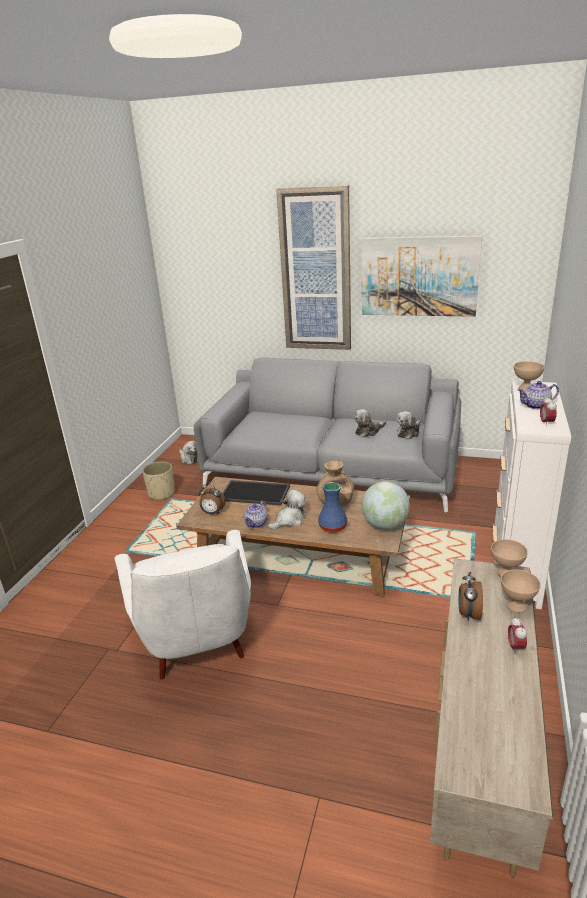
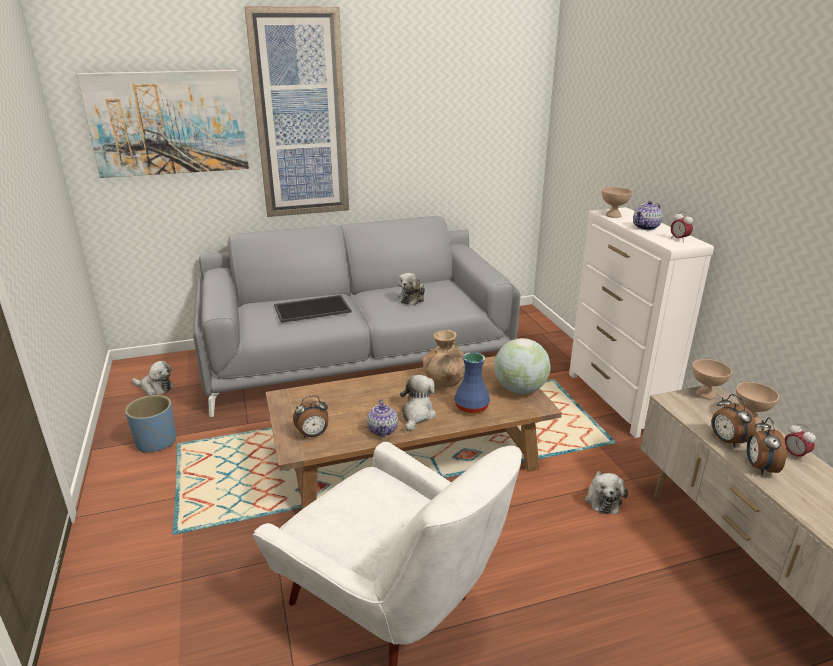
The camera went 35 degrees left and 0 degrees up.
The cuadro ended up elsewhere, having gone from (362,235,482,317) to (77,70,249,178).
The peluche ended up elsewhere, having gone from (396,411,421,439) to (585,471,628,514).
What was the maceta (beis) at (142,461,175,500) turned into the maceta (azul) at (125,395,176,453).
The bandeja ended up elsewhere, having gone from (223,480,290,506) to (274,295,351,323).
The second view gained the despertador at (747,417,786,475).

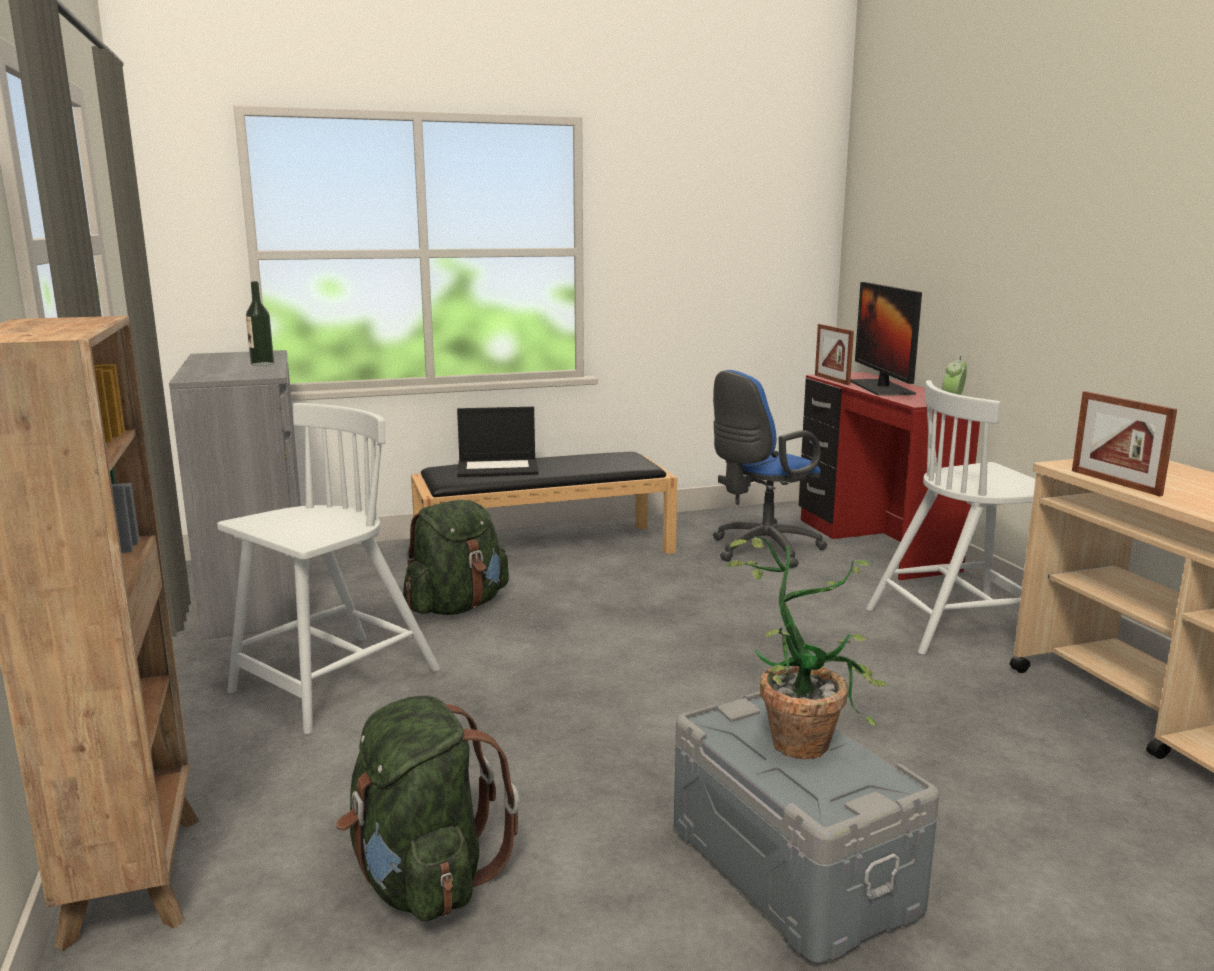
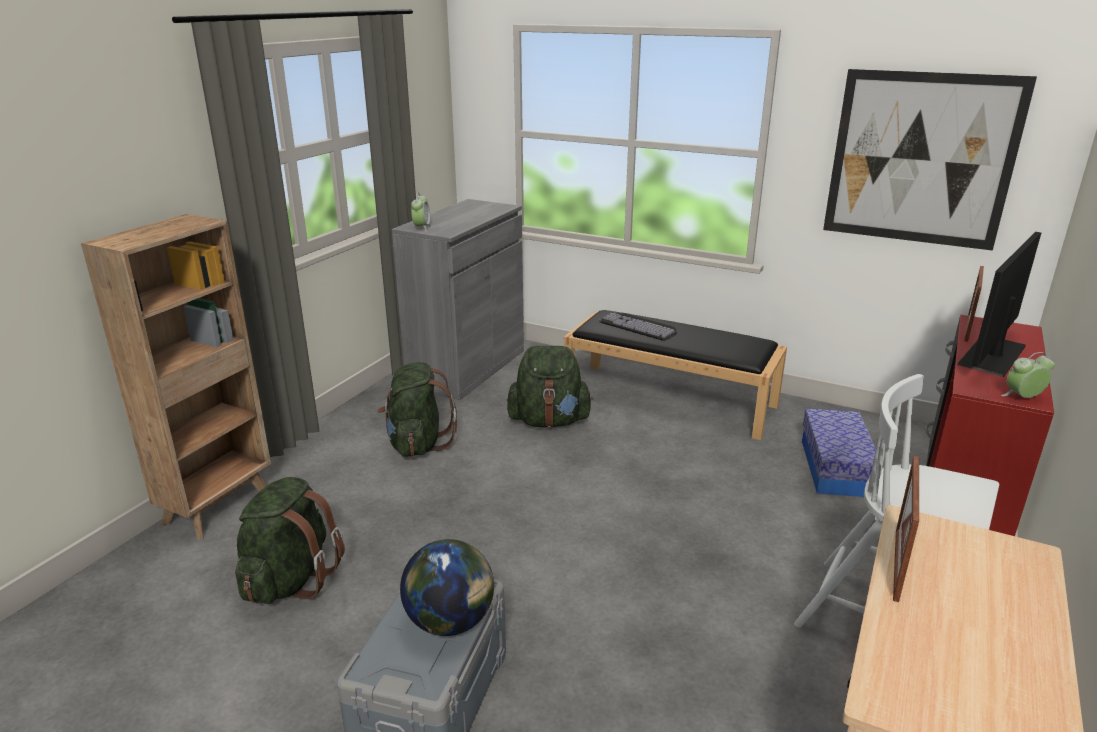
The camera went 45 degrees right and 10 degrees up.
The second view lost the botella at (246,281,274,366).
Where the silla de oficina (azul) stood at (713,370,827,568), the caja de almacenaje came to stand at (802,408,883,497).
Where the silla (blanco) stood at (217,403,440,735), the mochila (verde) came to stand at (377,362,457,457).
Where the portátil stood at (457,407,539,477), the teclado came to stand at (598,313,677,341).
Where the planta en maceta stood at (726,536,888,760), the globo terráqueo came to stand at (400,539,494,636).
The second view gained the cuadro at (823,69,1037,251).
The second view gained the despertador at (411,193,432,232).

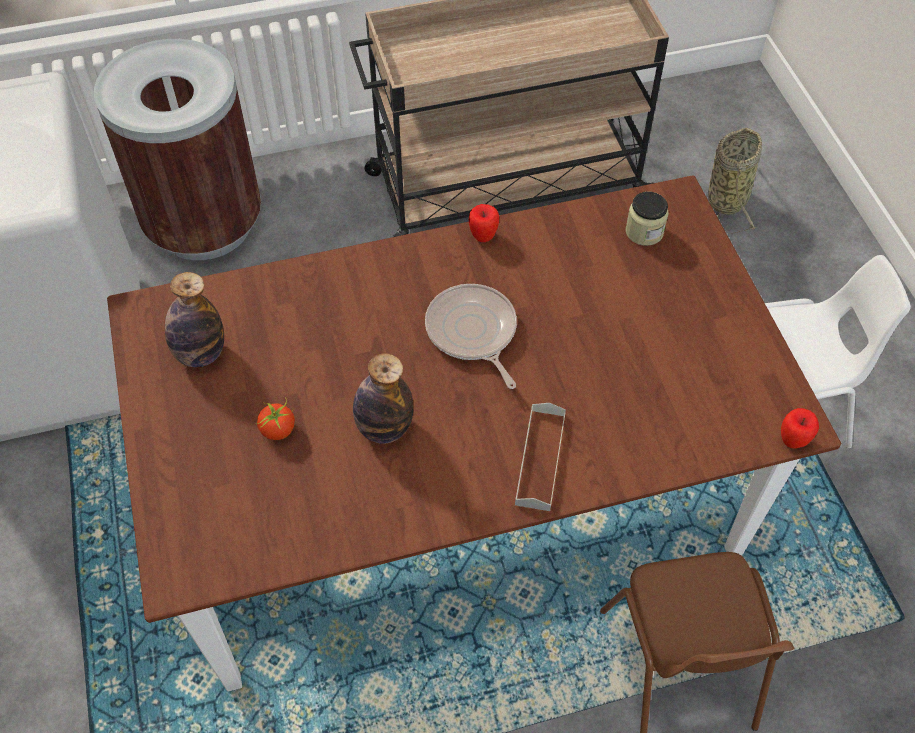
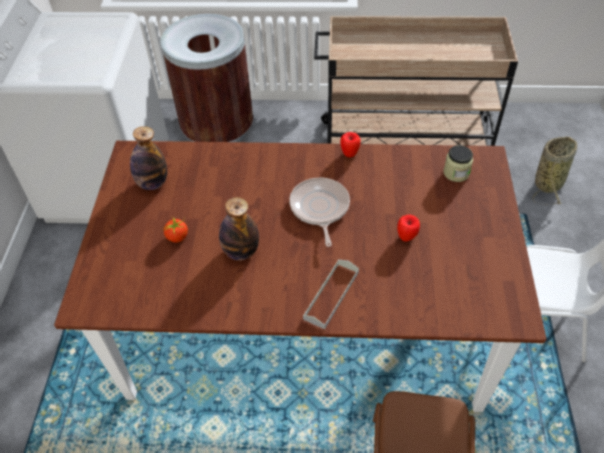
The camera went 20 degrees right and 5 degrees down.
The manzana ended up elsewhere, having gone from (781,408,819,449) to (397,215,420,242).

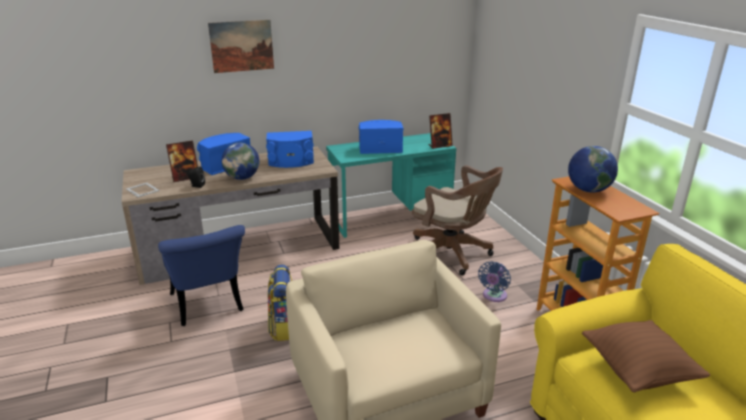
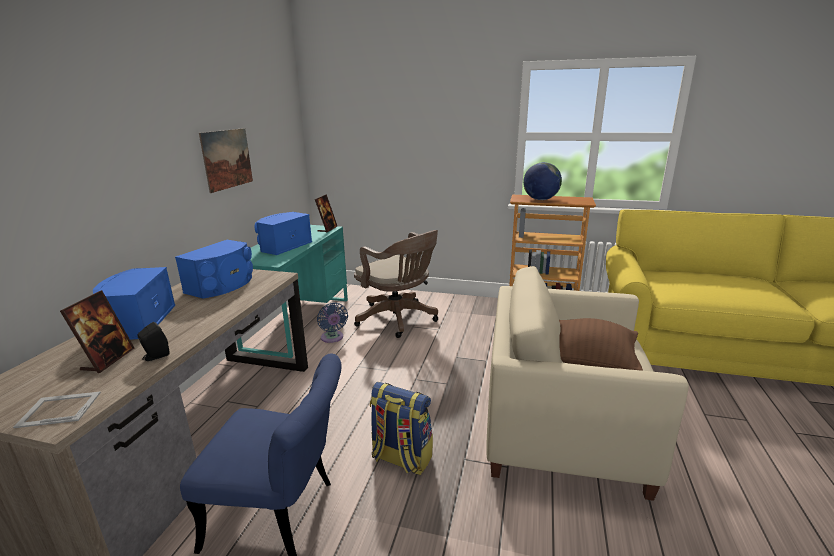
The camera went 55 degrees left and 5 degrees down.
The cuadro ended up elsewhere, having gone from (208,20,274,73) to (199,128,253,193).
The second view lost the globo terráqueo at (222,143,260,180).
The silla de oficina (marrón) at (412,165,503,275) ended up facing another way, 60 degrees clockwise from before.
The ventilador (azul) ended up elsewhere, having gone from (478,261,511,302) to (317,303,348,343).
The cojín (marrón) ended up elsewhere, having gone from (582,320,710,392) to (559,318,643,371).

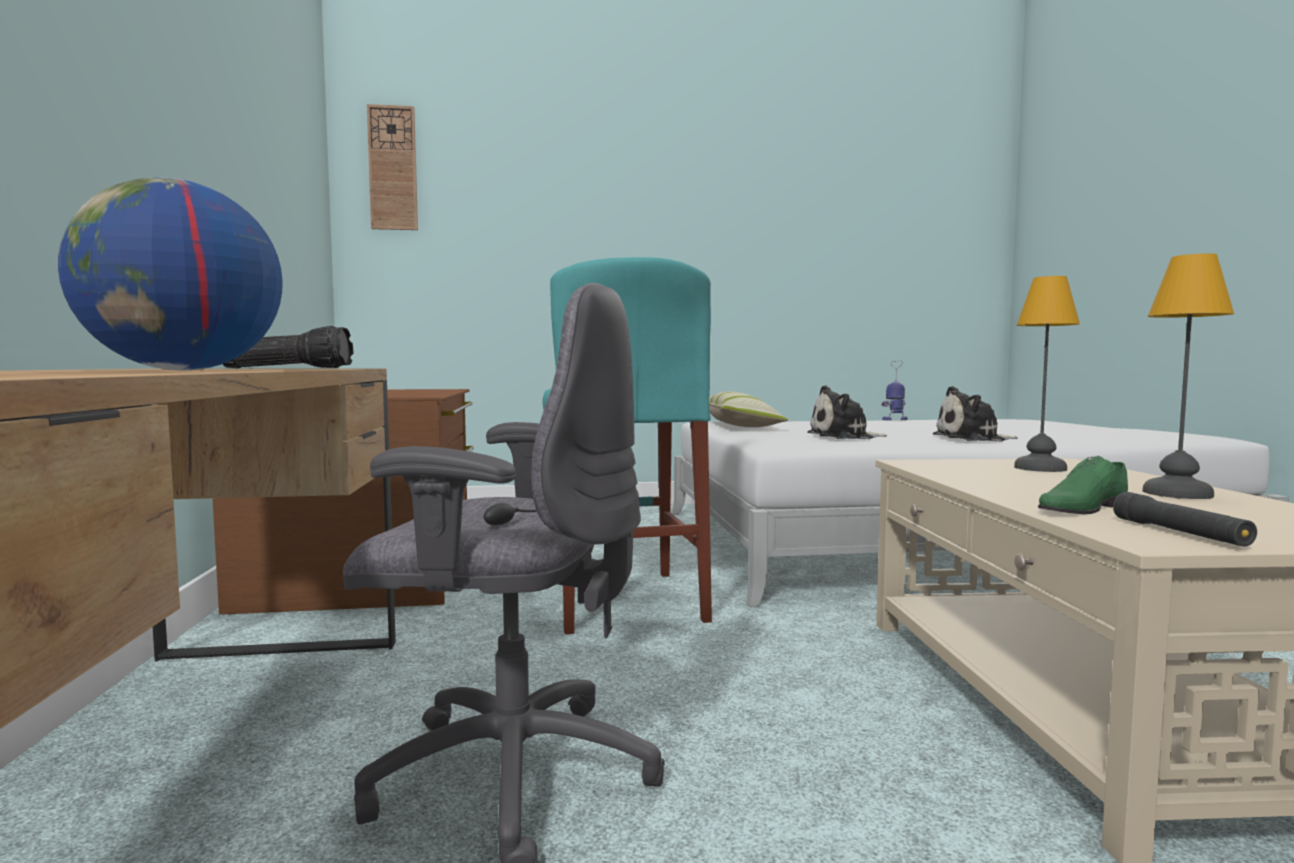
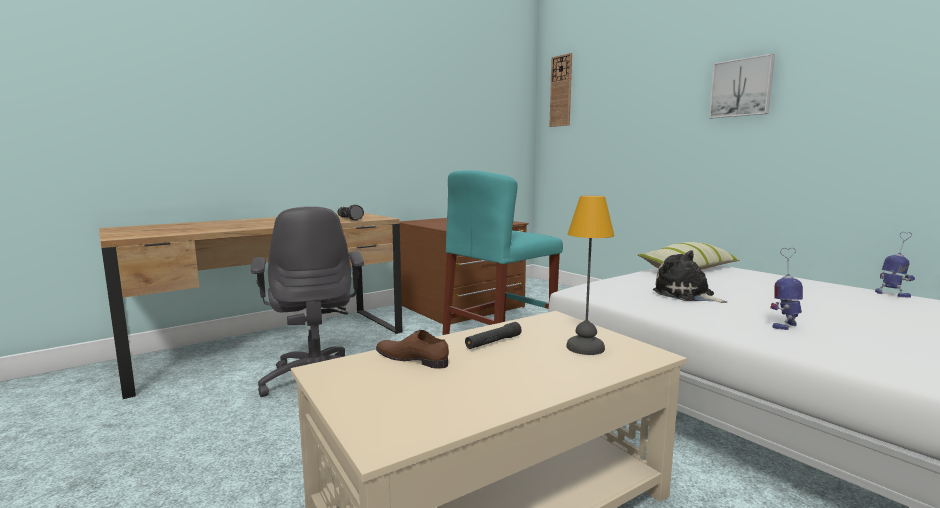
The camera went 60 degrees right and 5 degrees up.
The second view lost the globo terráqueo at (58,177,283,371).
The second view lost the lámpara de mesa at (1143,253,1234,499).
Where the peluche stood at (933,386,1018,441), the robot de juguete came to stand at (770,248,803,330).
What was the zapato (verde) at (1038,456,1128,514) turned into the zapato (marrón) at (376,330,449,369).
The linterna (negro) ended up elsewhere, having gone from (1113,492,1257,547) to (465,322,522,349).
The second view gained the cuadro at (709,54,775,118).

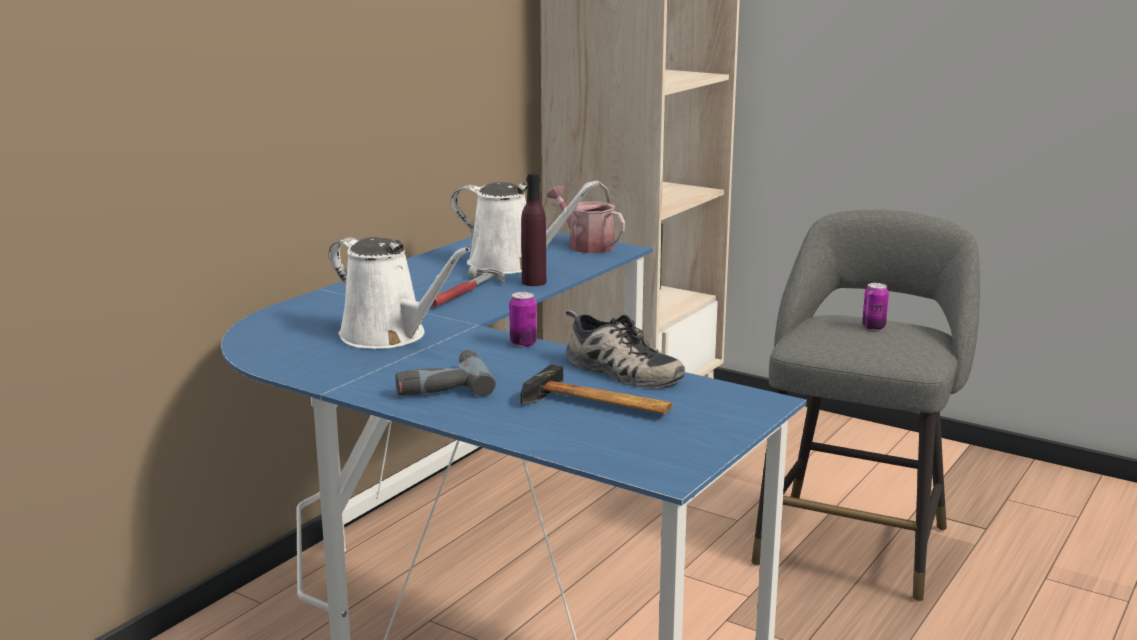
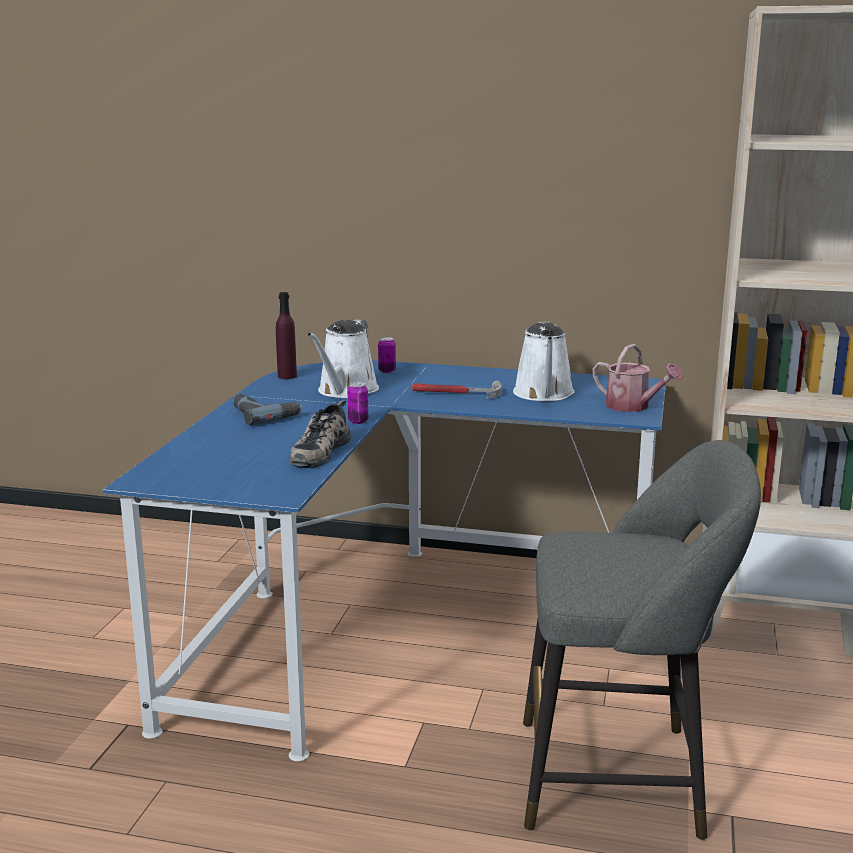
The camera went 70 degrees right and 0 degrees up.
The botella (morado) ended up elsewhere, having gone from (521,173,546,286) to (276,292,297,379).
The regadera at (547,181,625,253) ended up facing another way, 105 degrees clockwise from before.
The lata ended up elsewhere, having gone from (862,283,889,330) to (378,337,396,373).
The second view lost the martillo at (520,364,673,414).

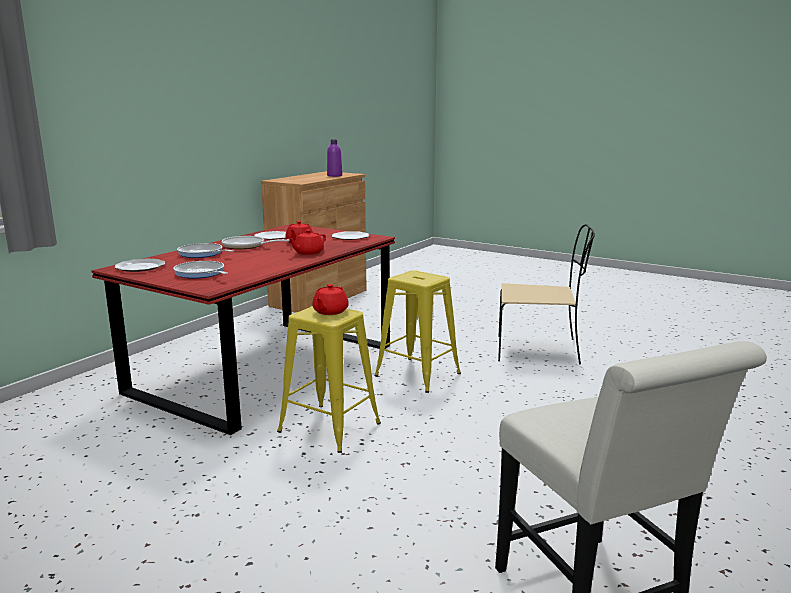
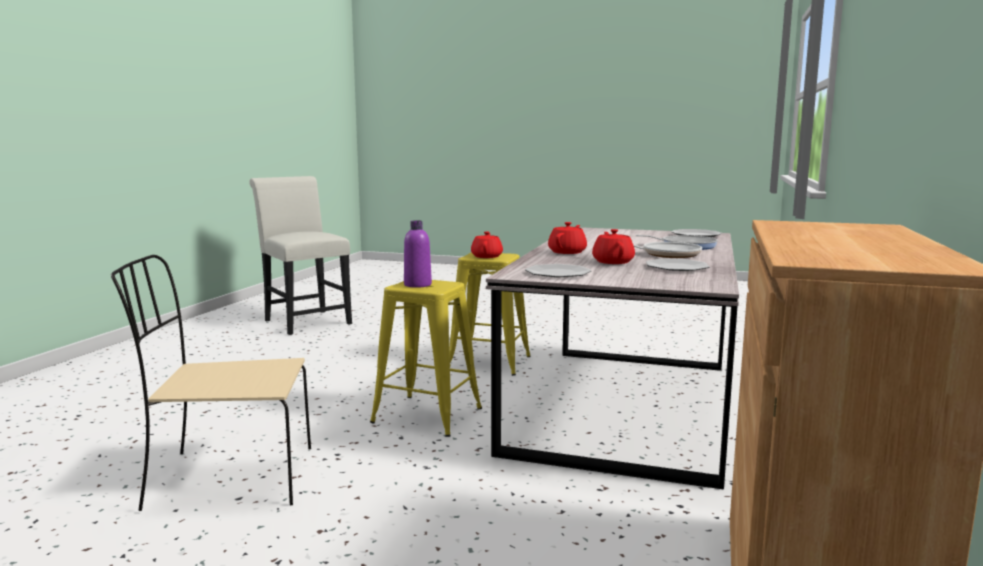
The camera went 165 degrees right and 5 degrees down.
The botella (morado) ended up elsewhere, having gone from (327,140,342,177) to (404,220,432,288).
What was the mesa de comedor (rojo) at (91,224,395,435) turned into the mesa de comedor (gris) at (486,227,739,490).
The second view lost the sartén at (174,261,228,279).

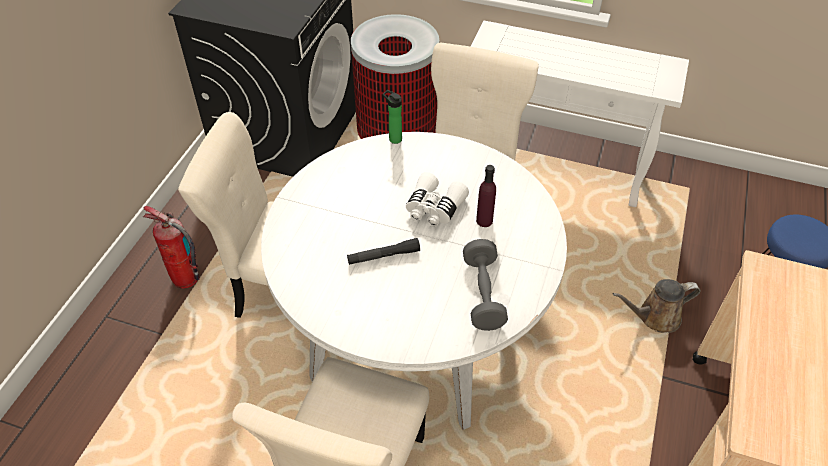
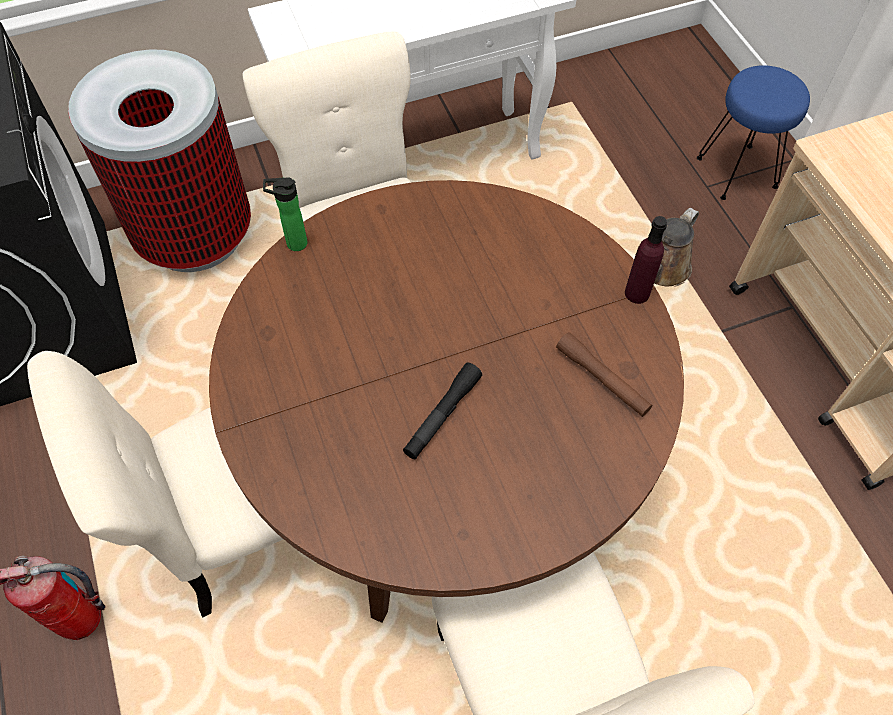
The camera went 40 degrees left and 10 degrees up.
What was the mesa de comedor (blanco) at (261,132,567,430) turned into the mesa de comedor (marrón) at (209,180,684,623).
The botella (morado) ended up elsewhere, having gone from (476,165,496,227) to (625,216,667,304).
The second view lost the prismáticos (blanco) at (406,172,469,227).
Where the mancuerna (gris) stood at (463,239,508,331), the linterna (marrón) came to stand at (556,332,652,417).

